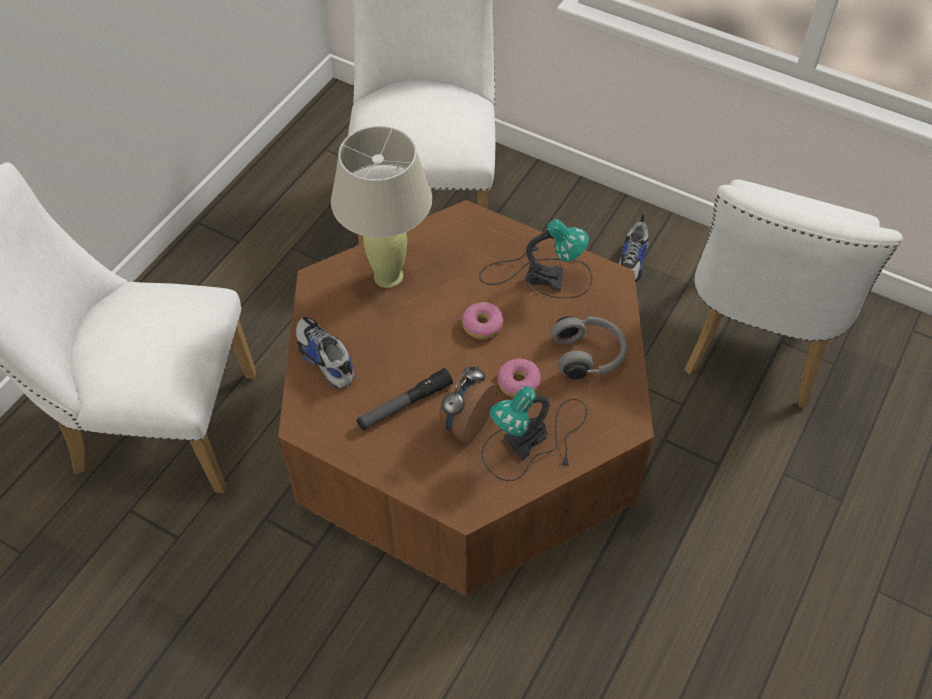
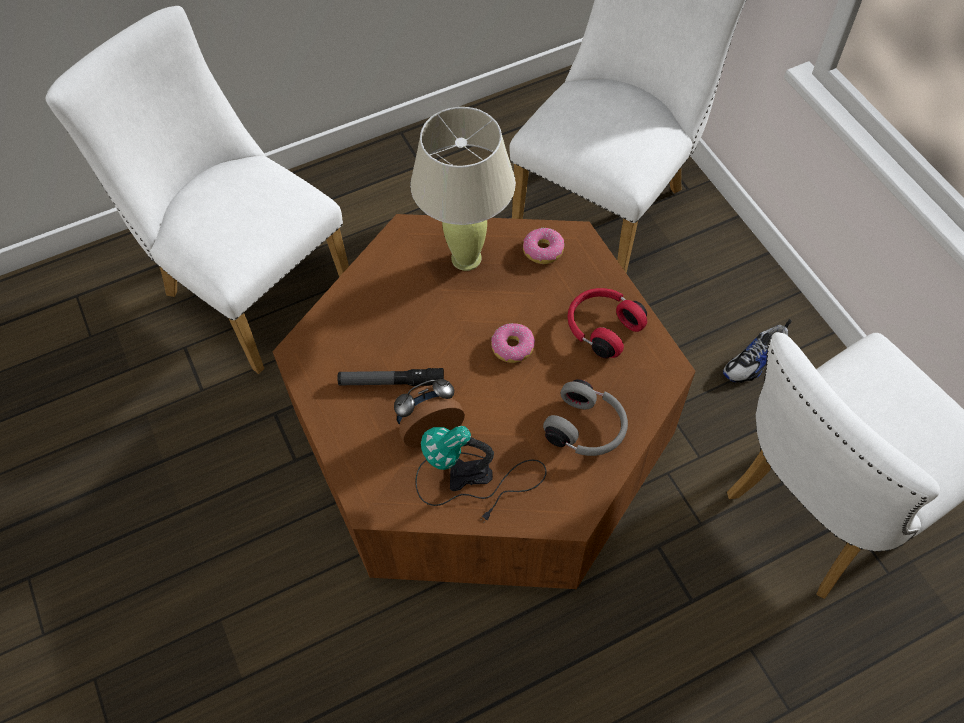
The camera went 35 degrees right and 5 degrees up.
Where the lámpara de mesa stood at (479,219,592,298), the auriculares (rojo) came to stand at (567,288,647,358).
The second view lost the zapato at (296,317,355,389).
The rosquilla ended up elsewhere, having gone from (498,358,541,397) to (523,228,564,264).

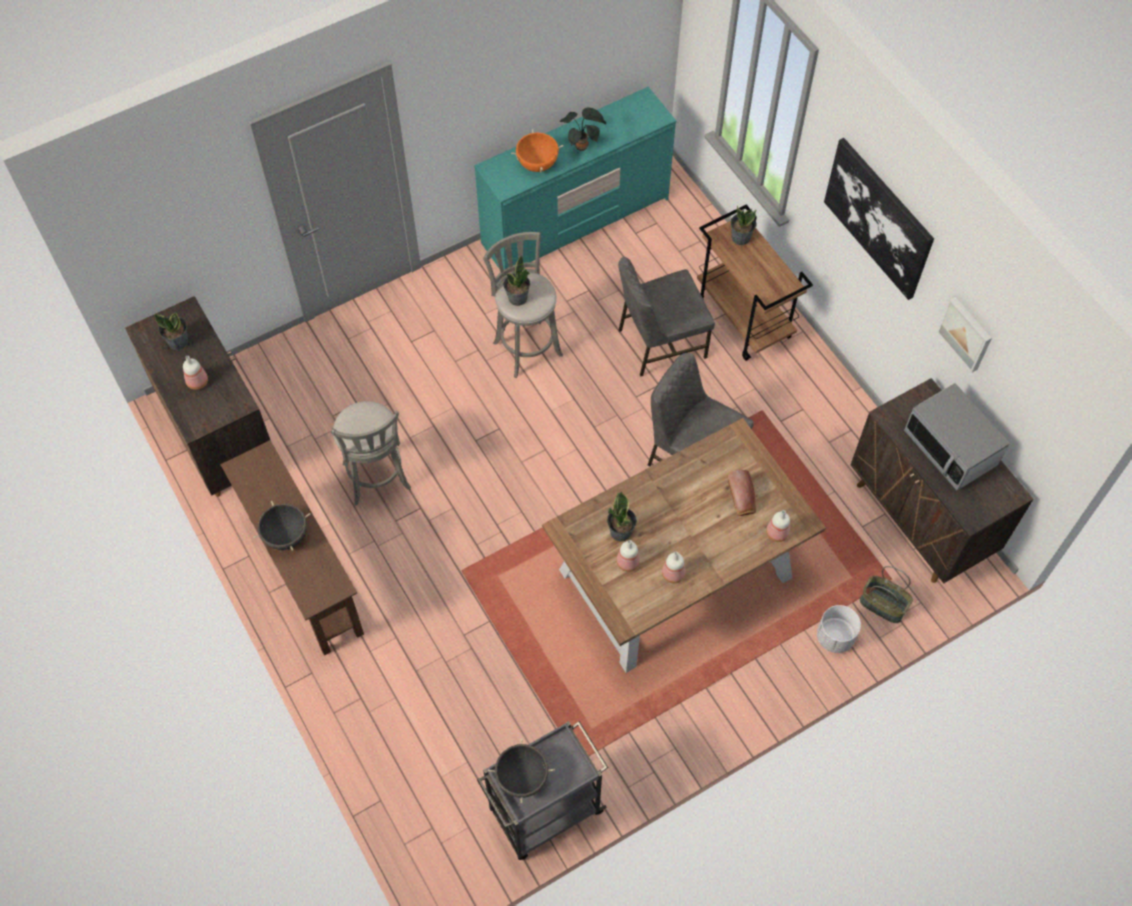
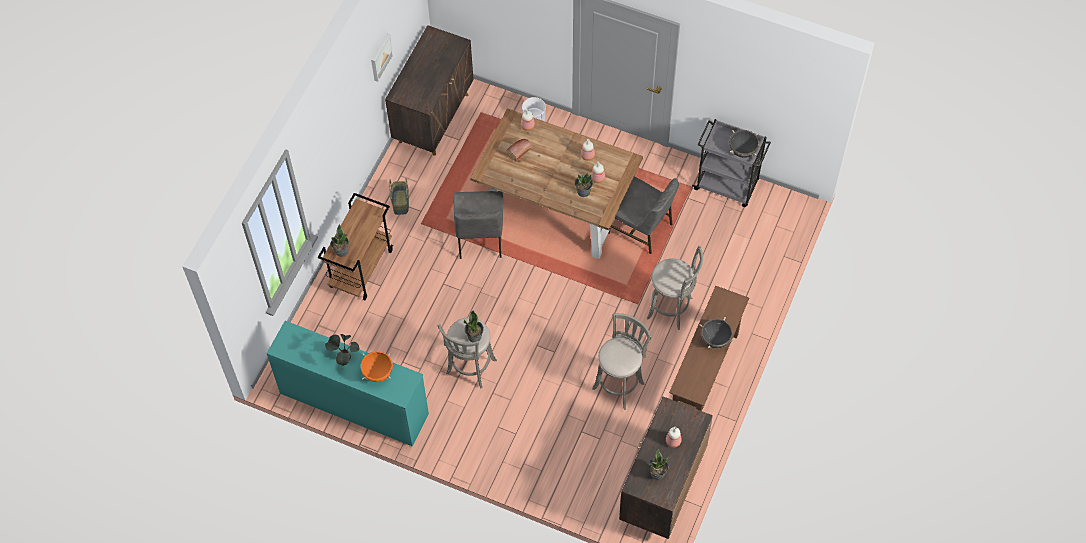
The camera went 125 degrees left and 0 degrees up.
The second view lost the cuadro at (824,138,934,300).
The silla (gris) ended up elsewhere, having gone from (618,257,715,377) to (608,176,679,254).
The second view lost the microondas at (904,383,1010,490).
The cesta ended up elsewhere, having gone from (860,566,913,623) to (389,178,409,215).
The second view gained the taburete (gris) at (647,245,703,330).

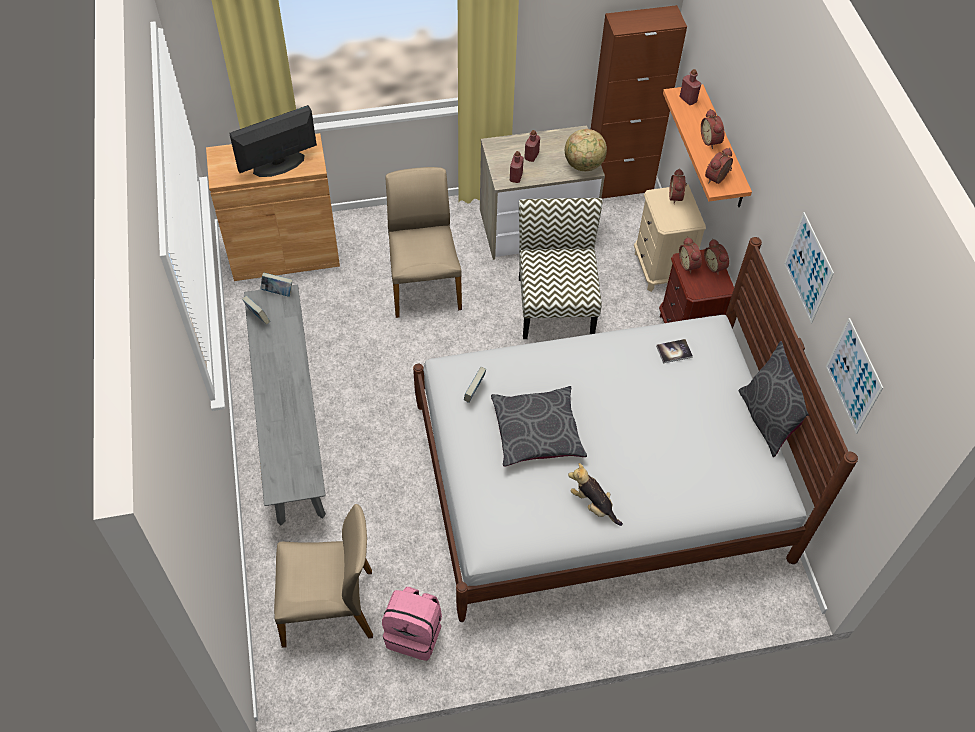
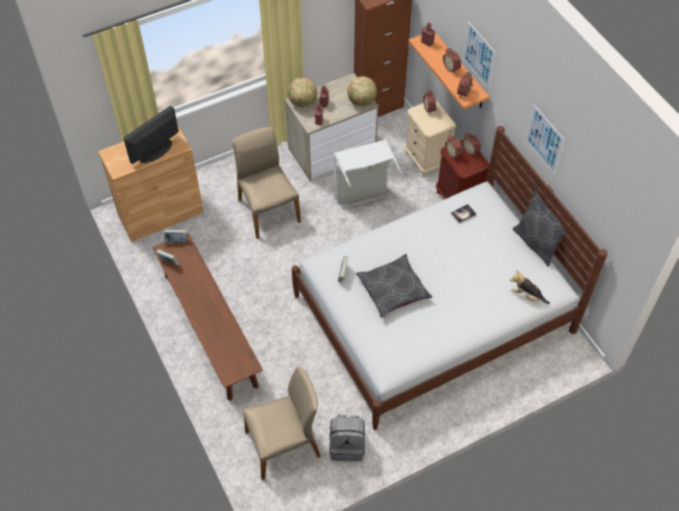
The camera went 15 degrees left and 0 degrees up.
Where the silla stood at (519,198,603,339), the cesto de la ropa (gris) came to stand at (334,139,402,231).
What was the banco (gris) at (244,285,326,525) turned into the banco (marrón) at (152,233,263,401).
The cuadro ended up elsewhere, having gone from (826,318,883,434) to (463,21,496,89).
The peluche ended up elsewhere, having gone from (568,463,623,526) to (510,270,550,304).
What was the mochila (rosa) at (382,587,442,661) turned into the mochila (gris) at (329,414,365,461).
The second view gained the globo terráqueo at (288,77,317,107).

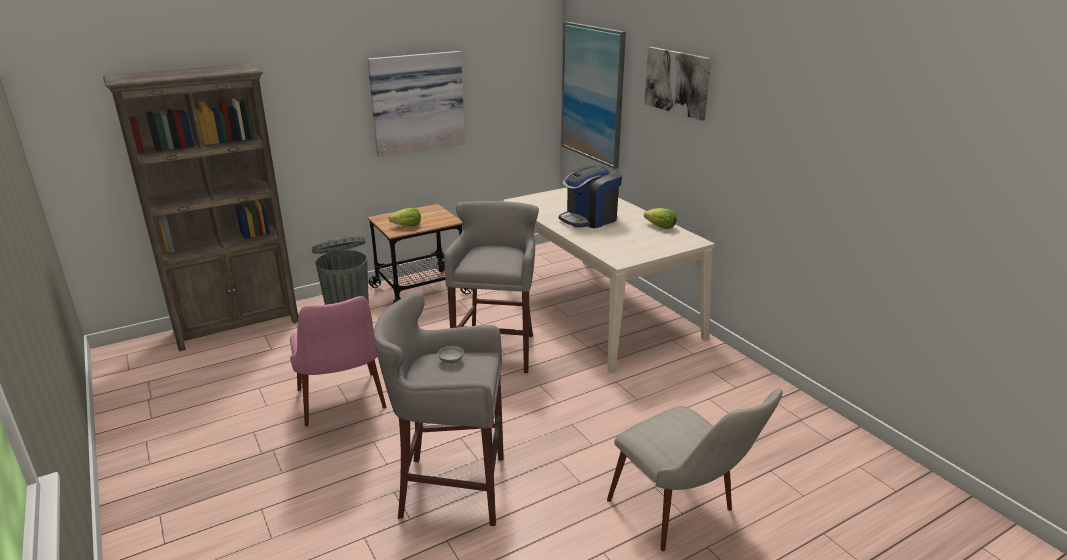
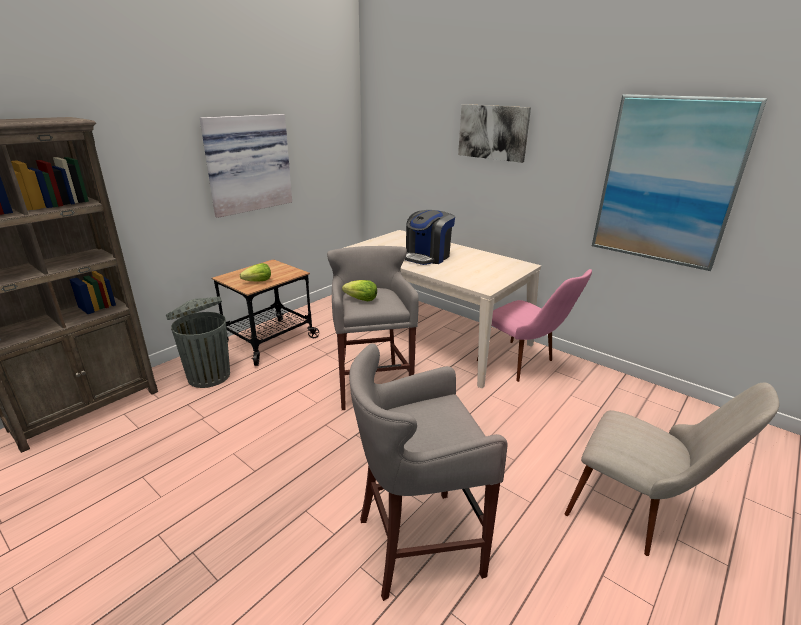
The camera went 20 degrees left and 0 degrees up.
The cuadro ended up elsewhere, having gone from (561,22,626,169) to (592,94,768,271).
The lechuga ended up elsewhere, having gone from (644,208,677,229) to (342,280,377,301).
The silla (rosa) ended up elsewhere, having gone from (290,296,386,427) to (477,269,592,382).
The second view lost the cuenco (gris) at (438,346,464,364).

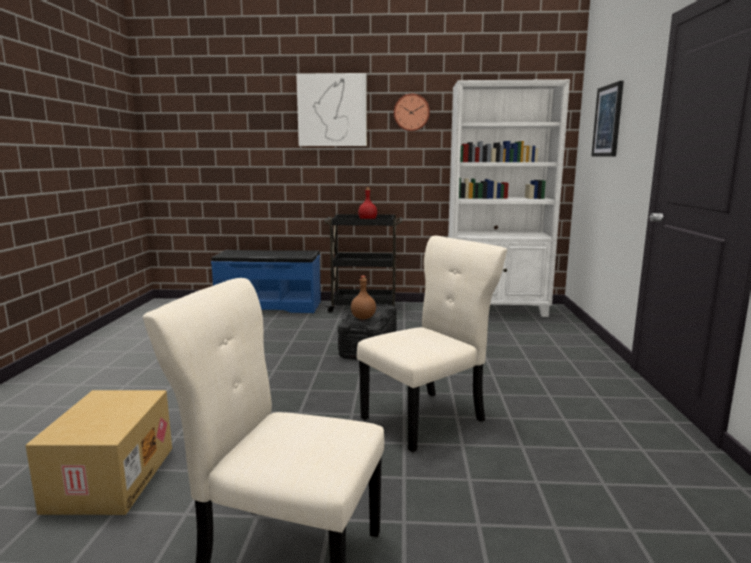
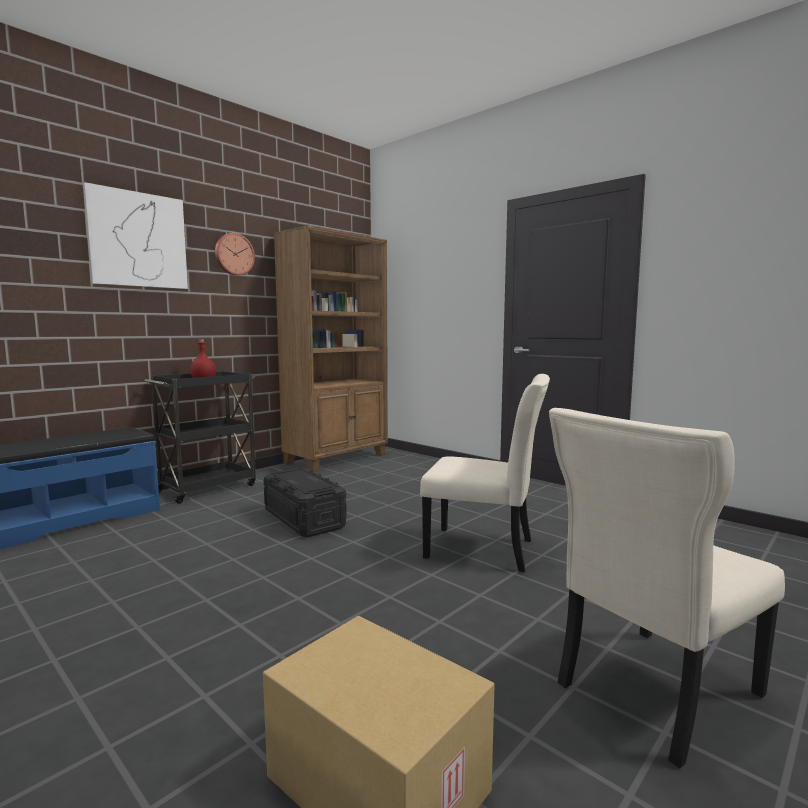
The camera went 50 degrees left and 5 degrees down.
What was the estantería (blanco) at (448,79,570,317) turned into the estantería (marrón) at (274,226,388,472).
The second view lost the cuadro at (591,81,624,157).
The silla (beis) at (357,236,507,452) ended up facing another way, 105 degrees clockwise from before.
The second view lost the botella (marrón) at (351,276,376,319).

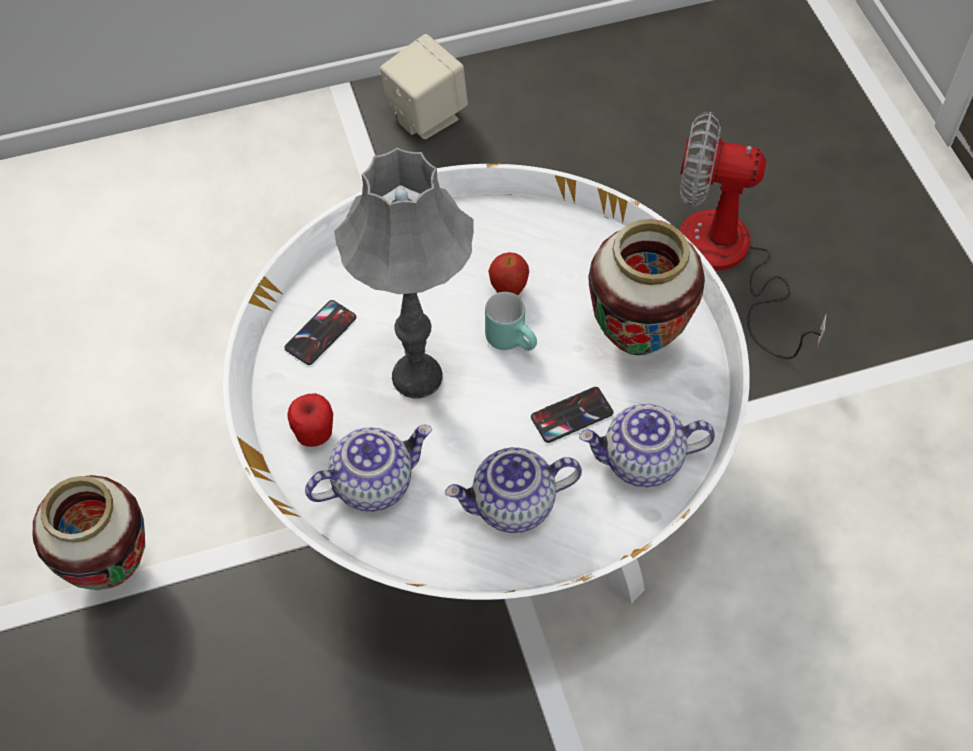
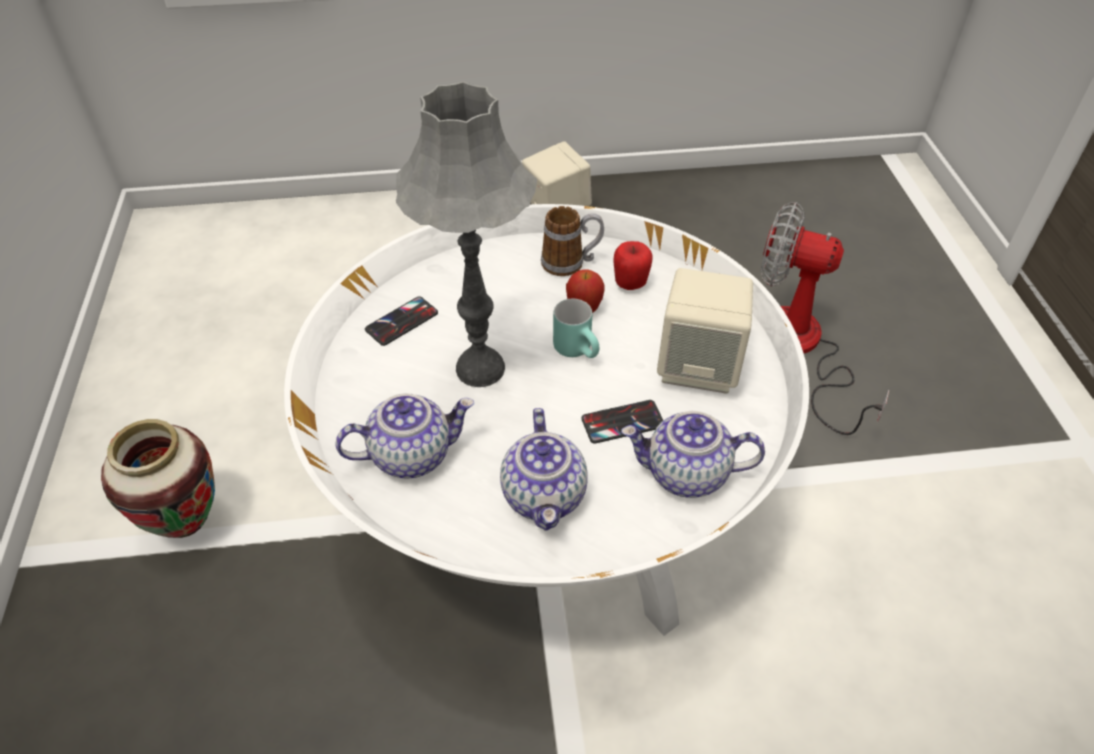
The camera went 10 degrees right and 10 degrees down.
Where the florero stood at (589,219,705,355), the altavoz (beis) came to stand at (657,268,753,394).
The manzana ended up elsewhere, having gone from (287,393,333,447) to (613,241,653,290).
The tetera at (445,447,582,533) ended up facing another way, 90 degrees counterclockwise from before.
The second view gained the taza grande at (541,206,604,276).

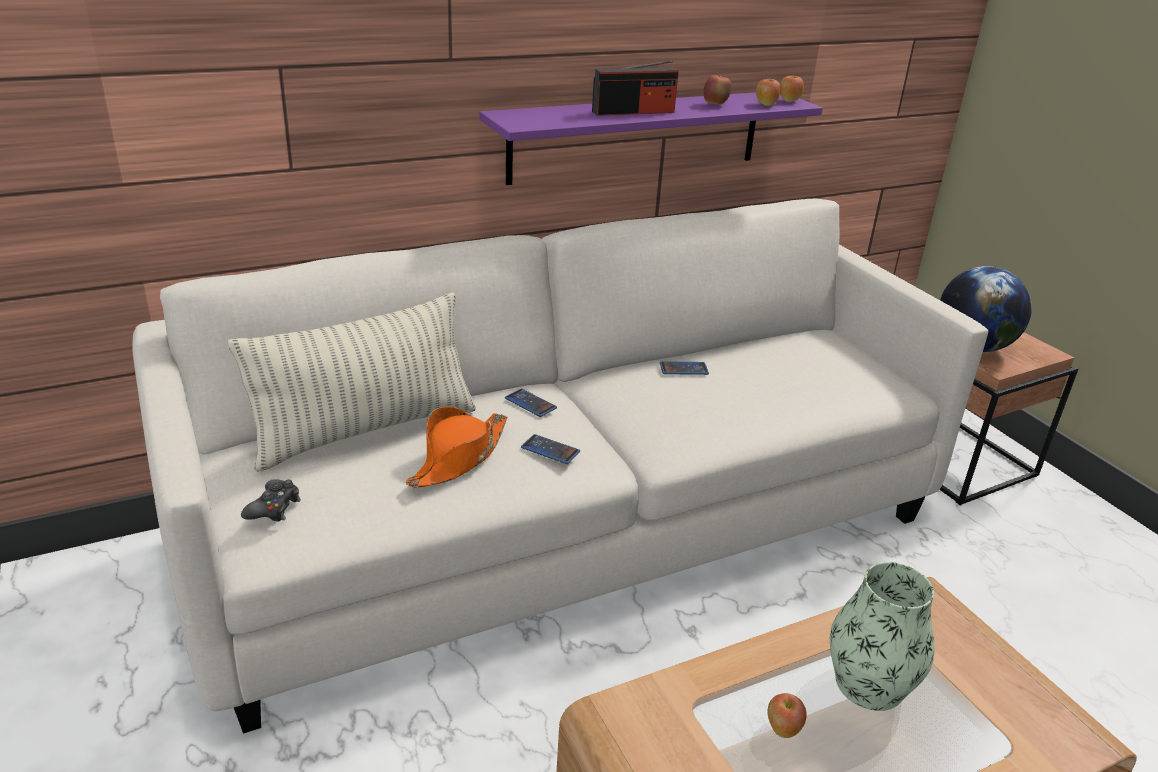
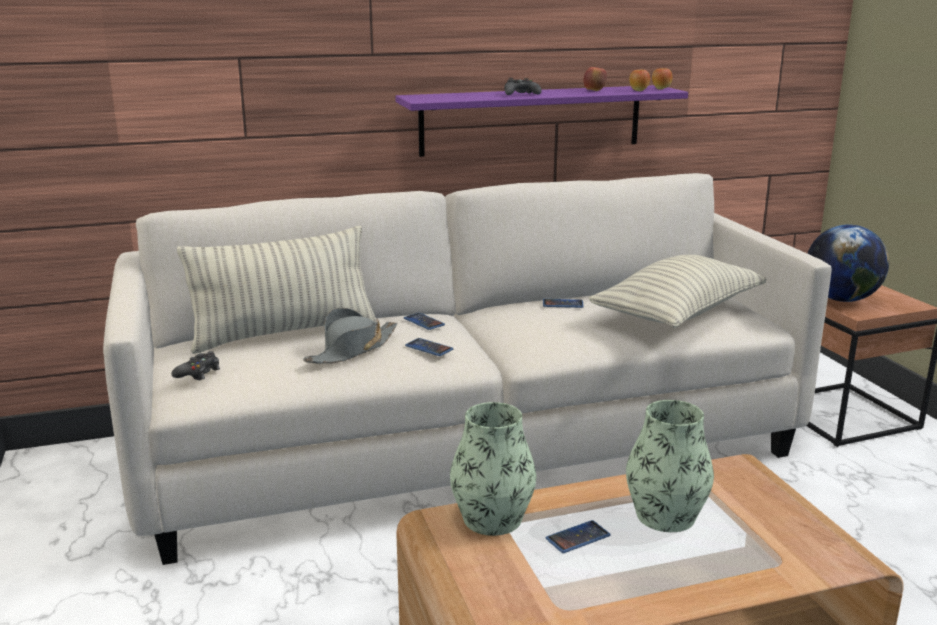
The camera went 10 degrees right and 10 degrees down.
Where the radio stood at (592,60,679,116), the mando de consola (negro) came to stand at (504,78,542,95).
What was the sombrero (naranja) at (406,406,507,487) turned into the sombrero (gris) at (303,308,397,363).
Where the manzana stood at (768,693,807,738), the móvil came to stand at (546,520,610,553).
The second view gained the cojín at (589,255,766,328).
The second view gained the florero at (450,402,536,536).

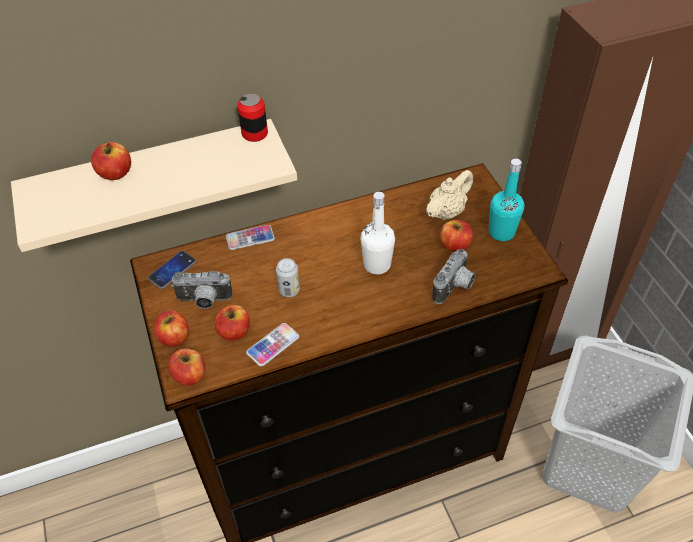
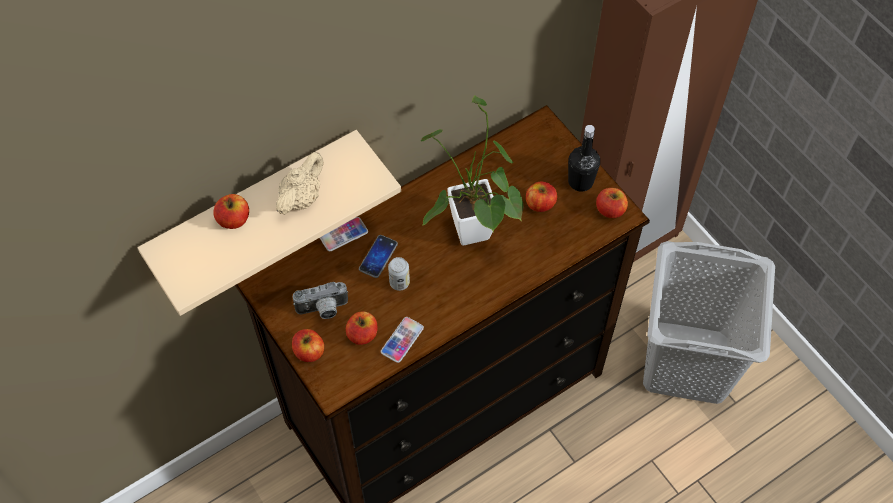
The camera went 15 degrees left and 10 degrees up.
The second view lost the lata at (237,94,268,142).
What was the botella (turquesa) at (489,159,524,241) turned into the botella (negro) at (568,125,600,192).
The tetera (beis) ended up elsewhere, having gone from (426,170,473,220) to (276,152,324,215).
Where the botella (blanco) stood at (360,192,395,274), the planta en maceta came to stand at (421,95,523,246).
The second view lost the cámara at (432,249,475,304).
The móvil ended up elsewhere, having gone from (148,251,197,289) to (359,235,398,278).
The manzana ended up elsewhere, having gone from (168,348,205,386) to (596,188,628,218).

